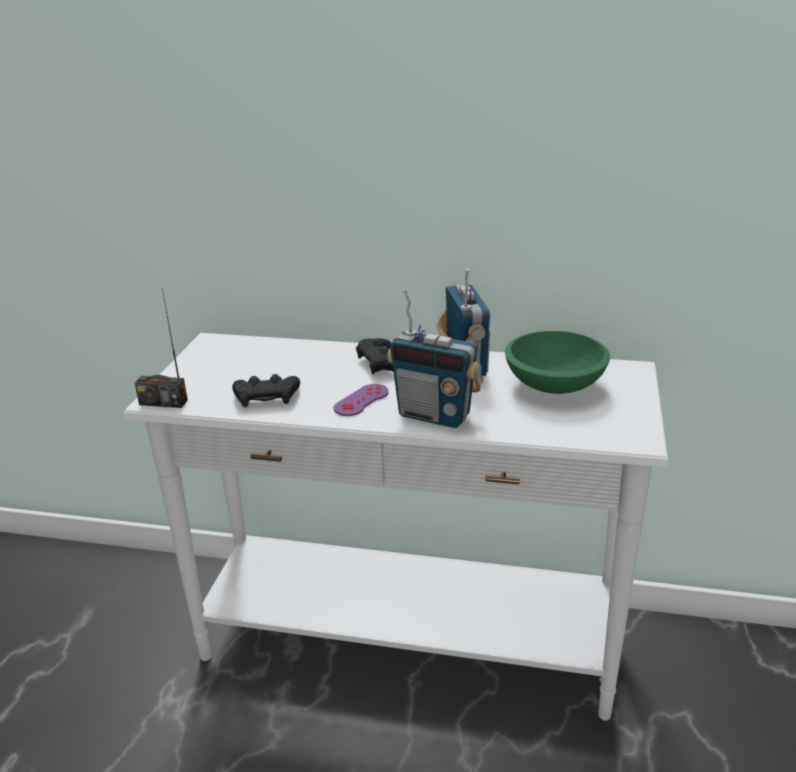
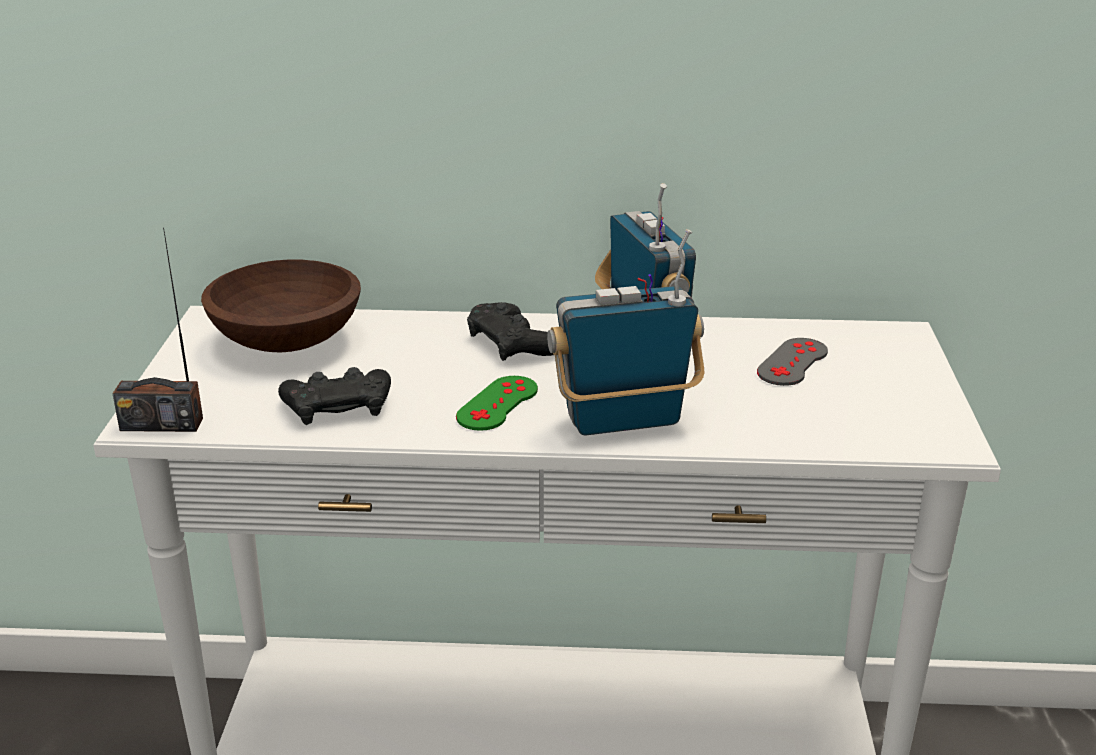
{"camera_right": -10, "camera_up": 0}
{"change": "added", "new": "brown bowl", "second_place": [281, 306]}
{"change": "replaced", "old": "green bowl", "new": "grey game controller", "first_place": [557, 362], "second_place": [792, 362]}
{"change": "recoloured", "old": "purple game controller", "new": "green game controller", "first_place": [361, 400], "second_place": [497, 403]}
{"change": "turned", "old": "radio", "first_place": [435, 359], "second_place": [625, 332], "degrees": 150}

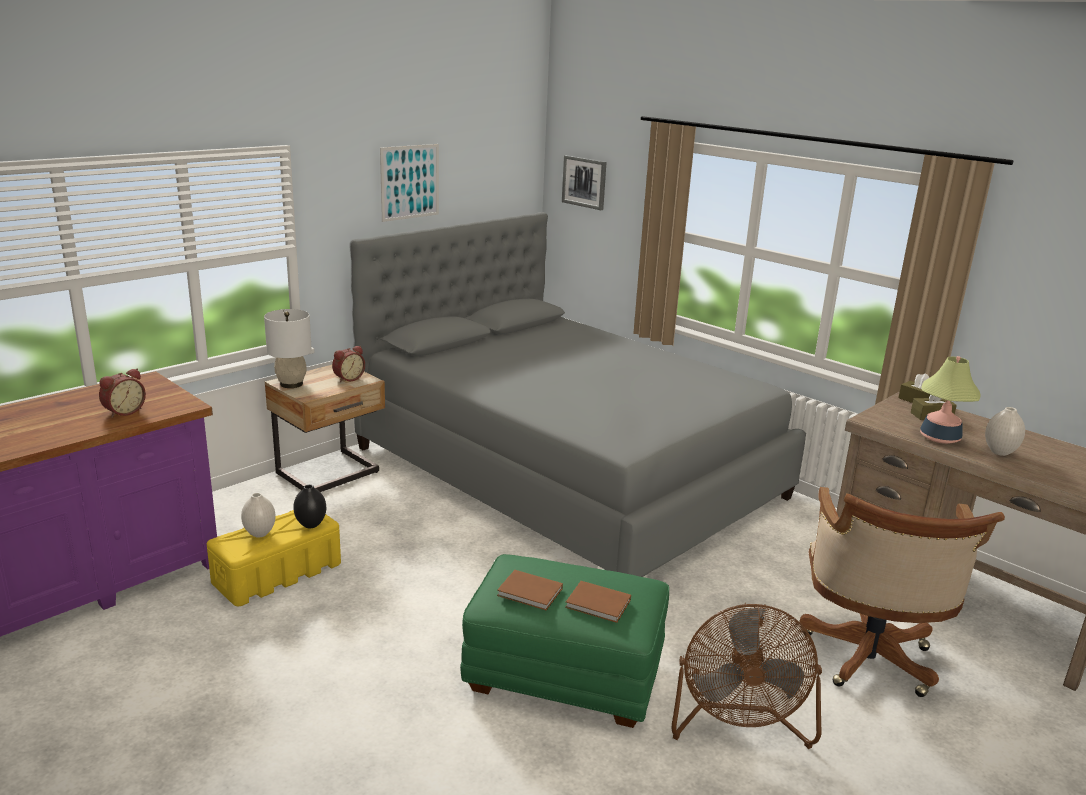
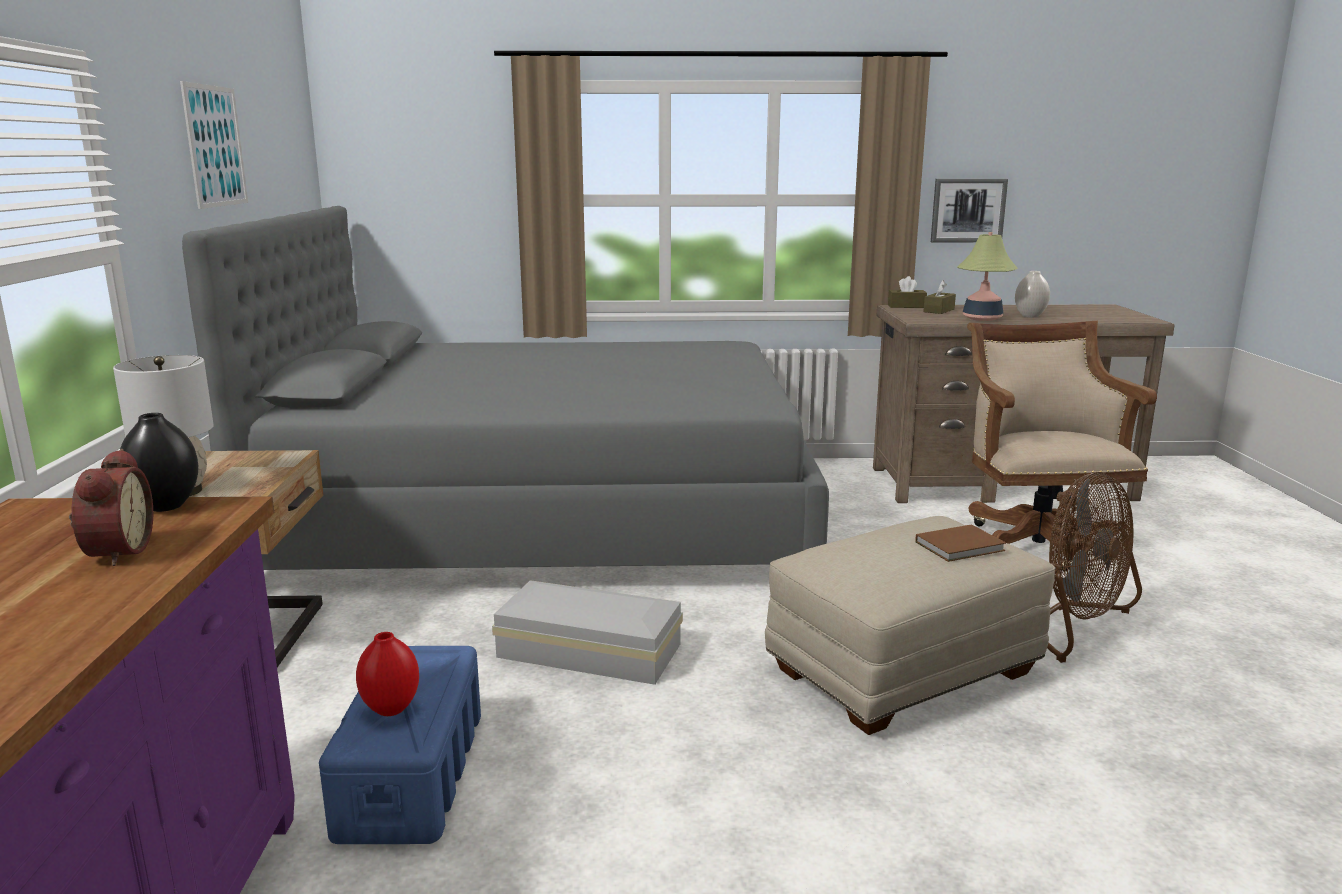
{"camera_right": -45, "camera_up": -5}
{"change": "removed", "old": "alarm clock", "first_place": [348, 364]}
{"change": "removed", "old": "brown book", "first_place": [530, 590]}
{"change": "added", "new": "white storage box", "second_place": [587, 632]}
{"change": "moved", "old": "black vase", "first_place": [309, 506], "second_place": [159, 462]}
{"change": "moved", "old": "picture", "first_place": [584, 182], "second_place": [969, 210]}
{"change": "recoloured", "old": "yellow storage box", "new": "blue storage box", "first_place": [274, 558], "second_place": [400, 745]}
{"change": "recoloured", "old": "white vase", "new": "red vase", "first_place": [258, 515], "second_place": [387, 674]}
{"change": "recoloured", "old": "green ottoman", "new": "beige ottoman", "first_place": [564, 641], "second_place": [910, 625]}
{"change": "turned", "old": "office chair", "first_place": [902, 592], "second_place": [1062, 446], "degrees": -150}

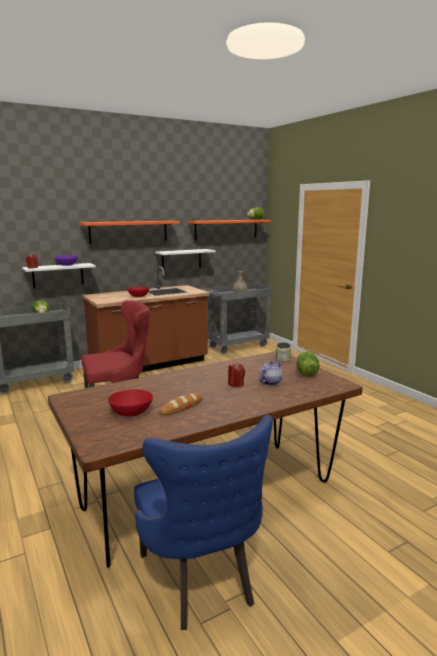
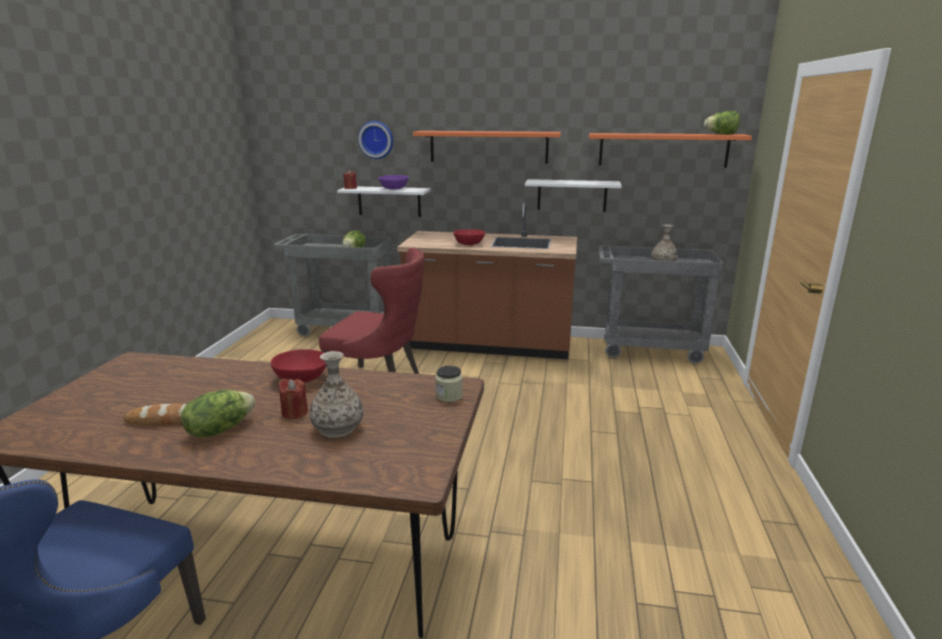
{"camera_right": 40, "camera_up": 5}
{"change": "added", "new": "wall clock", "second_place": [375, 140]}
{"change": "moved", "old": "red bowl", "first_place": [130, 403], "second_place": [299, 366]}
{"change": "moved", "old": "lettuce", "first_place": [308, 364], "second_place": [218, 413]}
{"change": "replaced", "old": "teapot", "new": "vase", "first_place": [270, 373], "second_place": [336, 394]}

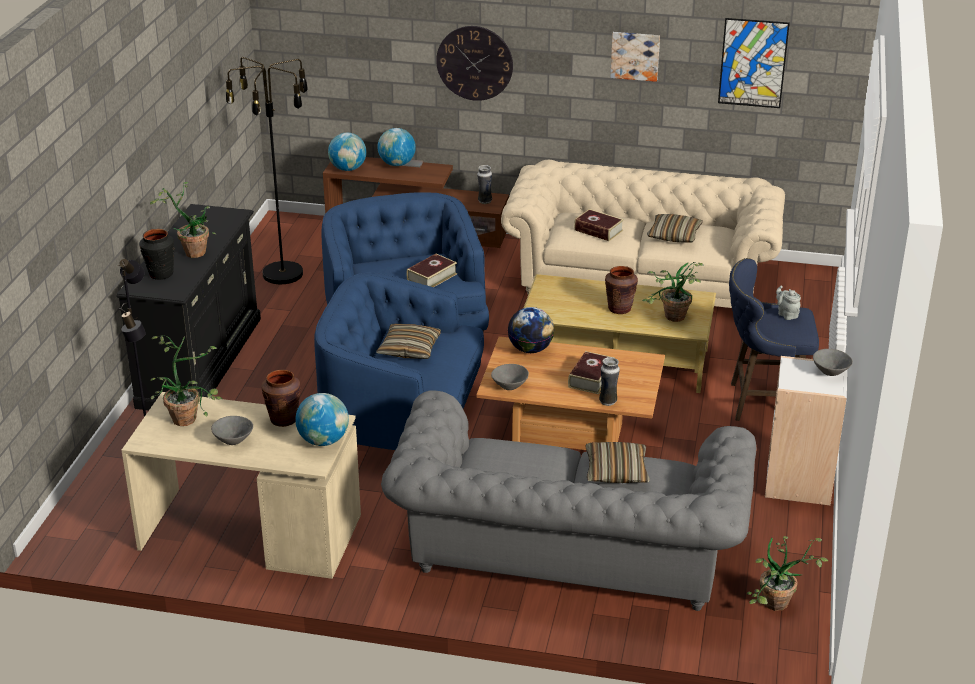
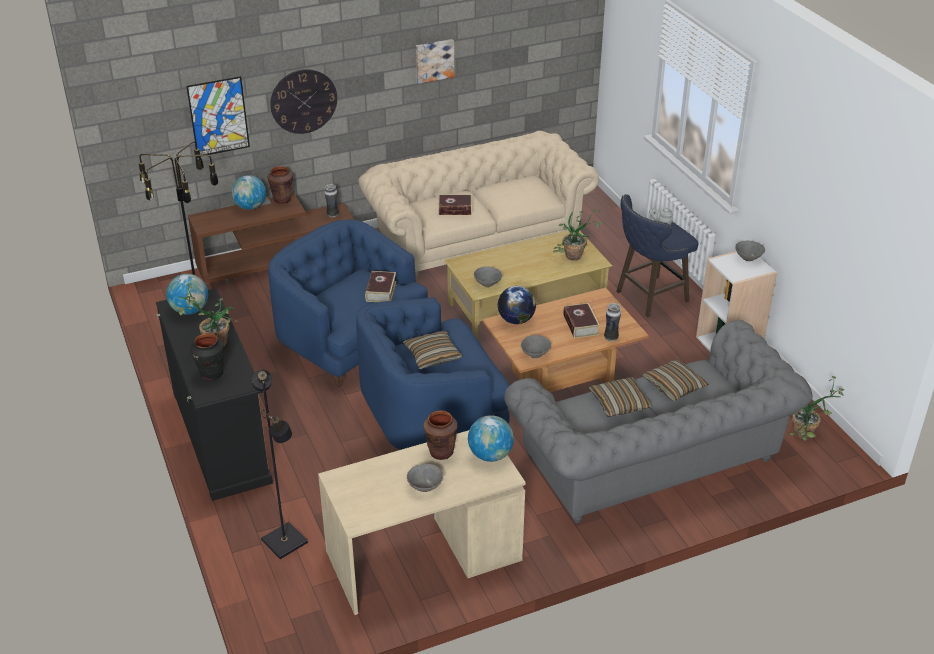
{"camera_right": -35, "camera_up": 5}
{"change": "removed", "old": "potted plant", "first_place": [186, 380]}
{"change": "added", "new": "grey bowl", "second_place": [488, 277]}
{"change": "moved", "old": "globe", "first_place": [347, 152], "second_place": [187, 294]}
{"change": "moved", "old": "brown vase", "first_place": [621, 290], "second_place": [280, 185]}
{"change": "moved", "old": "pillow", "first_place": [675, 228], "second_place": [620, 397]}
{"change": "moved", "old": "picture", "first_place": [754, 63], "second_place": [218, 115]}

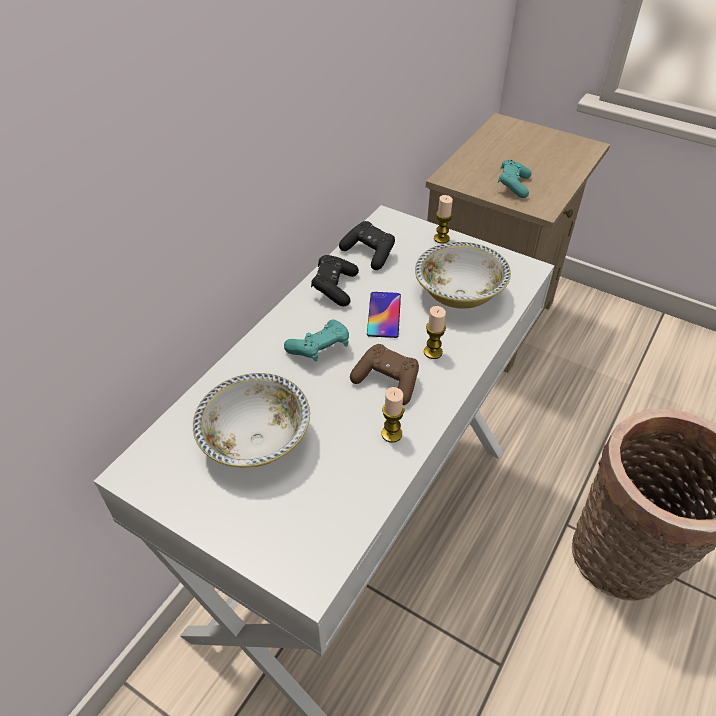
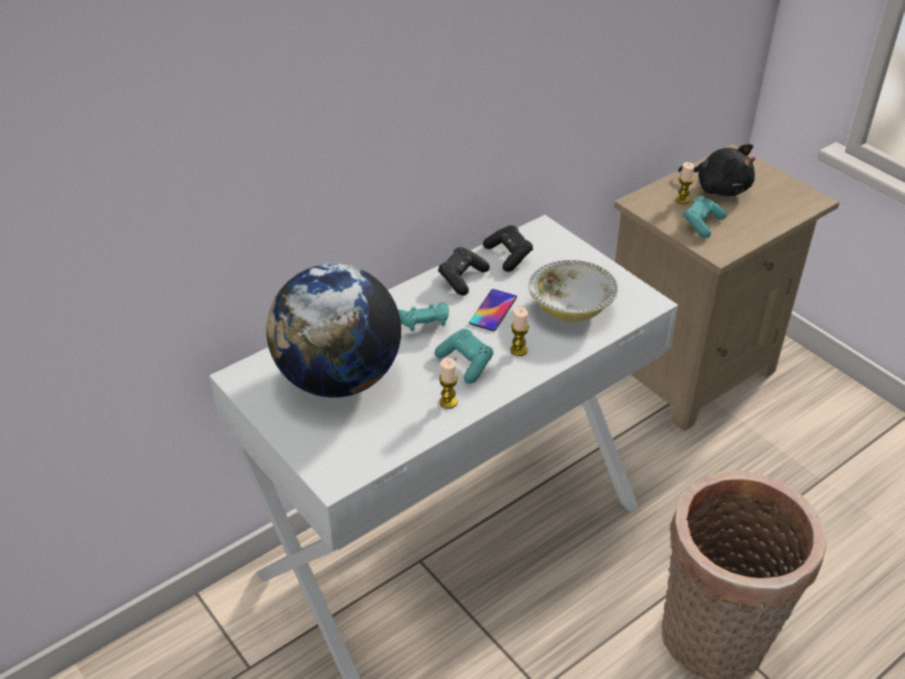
{"camera_right": 20, "camera_up": -5}
{"change": "added", "new": "black plush toy", "second_place": [717, 170]}
{"change": "moved", "old": "candle", "first_place": [443, 219], "second_place": [685, 183]}
{"change": "replaced", "old": "bowl", "new": "globe", "first_place": [251, 420], "second_place": [333, 331]}
{"change": "recoloured", "old": "brown game controller", "new": "turquoise game controller", "first_place": [384, 374], "second_place": [464, 356]}

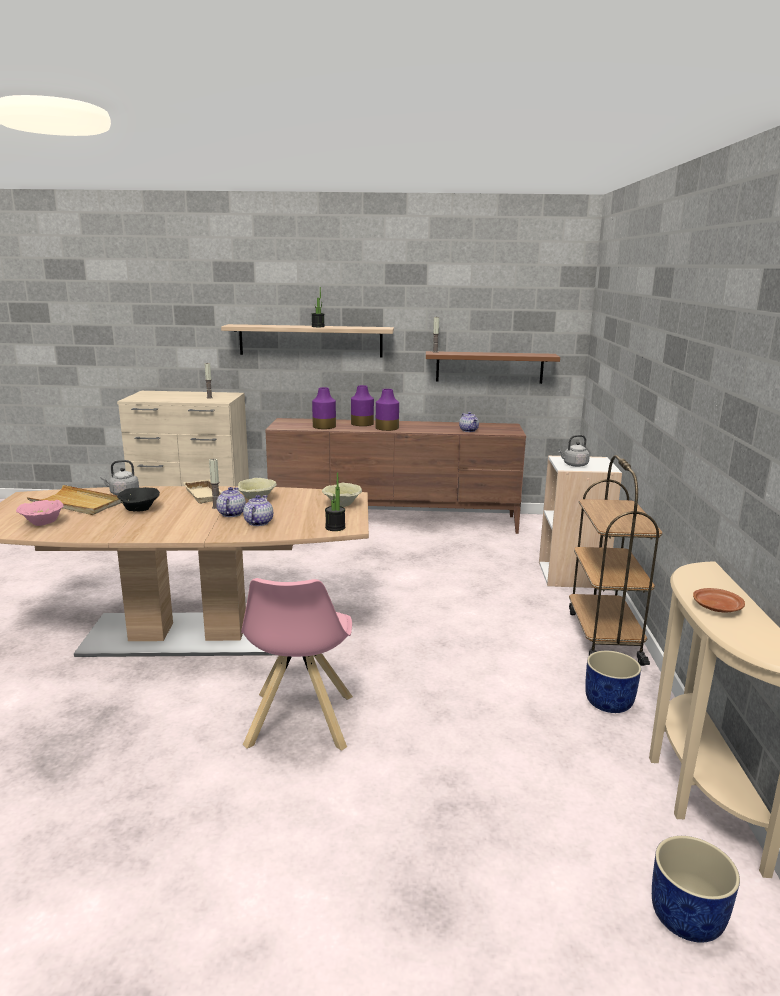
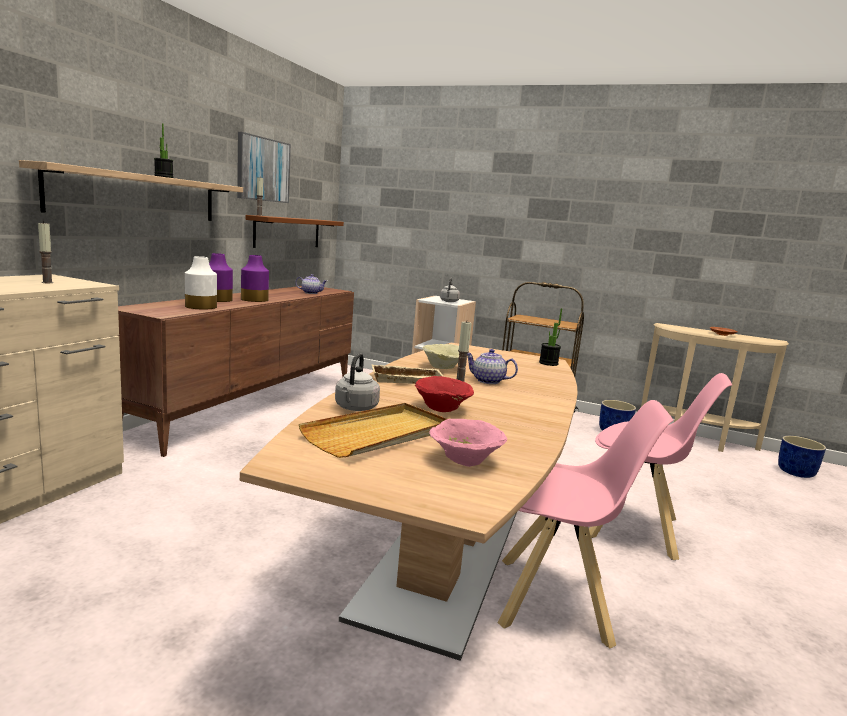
{"camera_right": -70, "camera_up": -5}
{"change": "removed", "old": "teapot", "first_place": [258, 510]}
{"change": "removed", "old": "beige bowl", "first_place": [342, 495]}
{"change": "added", "new": "picture", "second_place": [264, 167]}
{"change": "added", "new": "pink chair", "second_place": [586, 524]}
{"change": "recoloured", "old": "black bowl", "new": "red bowl", "first_place": [138, 499], "second_place": [444, 394]}
{"change": "recoloured", "old": "purple vase", "new": "white vase", "first_place": [324, 408], "second_place": [201, 282]}

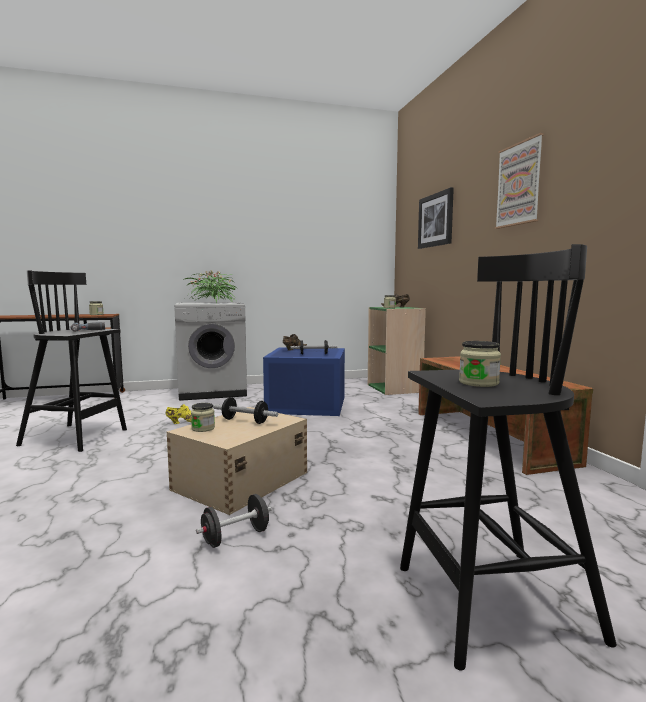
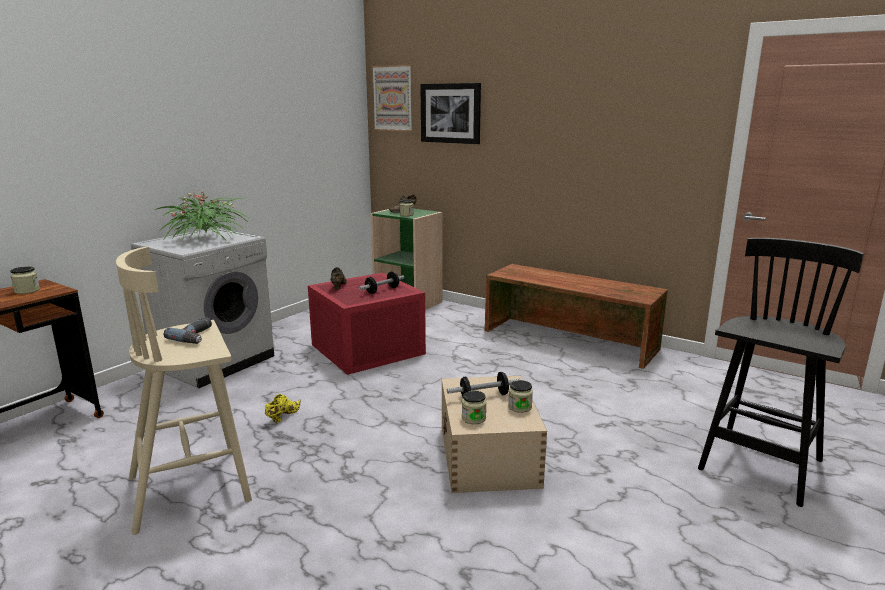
{"camera_right": -40, "camera_up": 10}
{"change": "removed", "old": "black dumbbell", "first_place": [234, 521]}
{"change": "moved", "old": "jar", "first_place": [480, 364], "second_place": [520, 396]}
{"change": "moved", "old": "picture", "first_place": [519, 181], "second_place": [392, 98]}
{"change": "recoloured", "old": "black stool", "new": "beige stool", "first_place": [71, 361], "second_place": [184, 391]}
{"change": "recoloured", "old": "blue storage box", "new": "red storage box", "first_place": [304, 381], "second_place": [367, 324]}

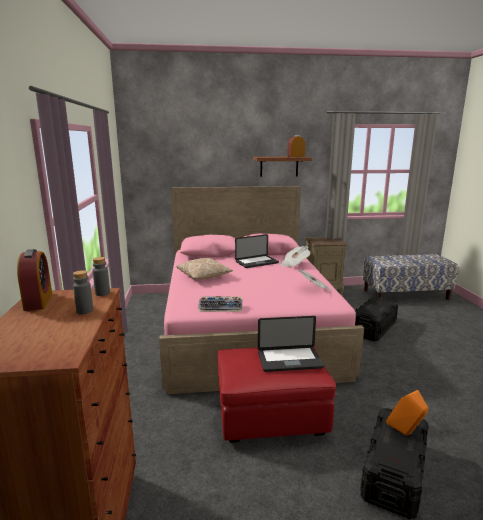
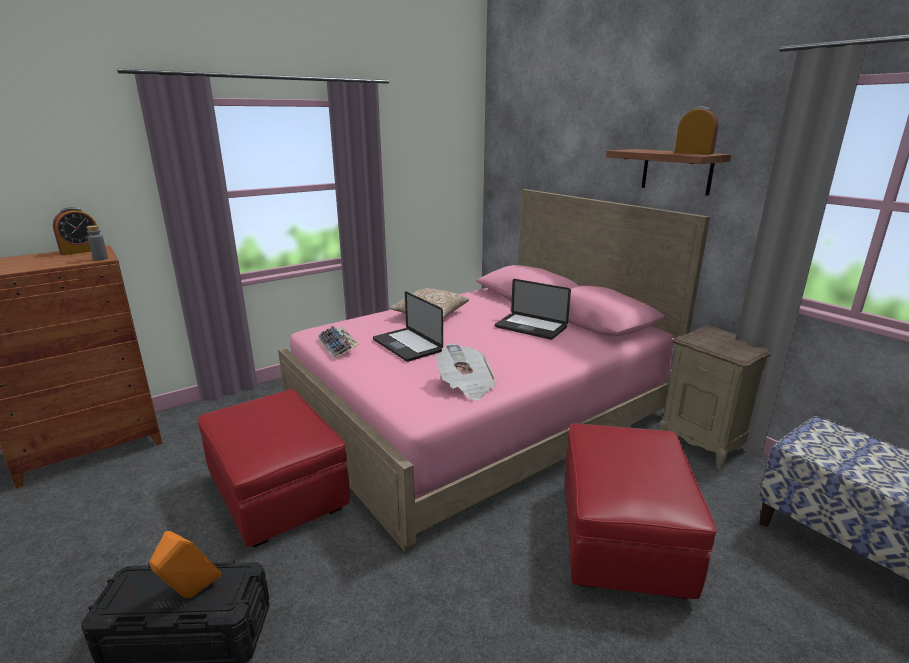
{"camera_right": 60, "camera_up": 5}
{"change": "removed", "old": "grey bottle", "first_place": [83, 292]}
{"change": "removed", "old": "newspaper", "first_place": [295, 256]}
{"change": "moved", "old": "laptop", "first_place": [291, 344], "second_place": [408, 326]}
{"change": "replaced", "old": "black storage box", "new": "red ottoman", "first_place": [376, 319], "second_place": [641, 511]}

